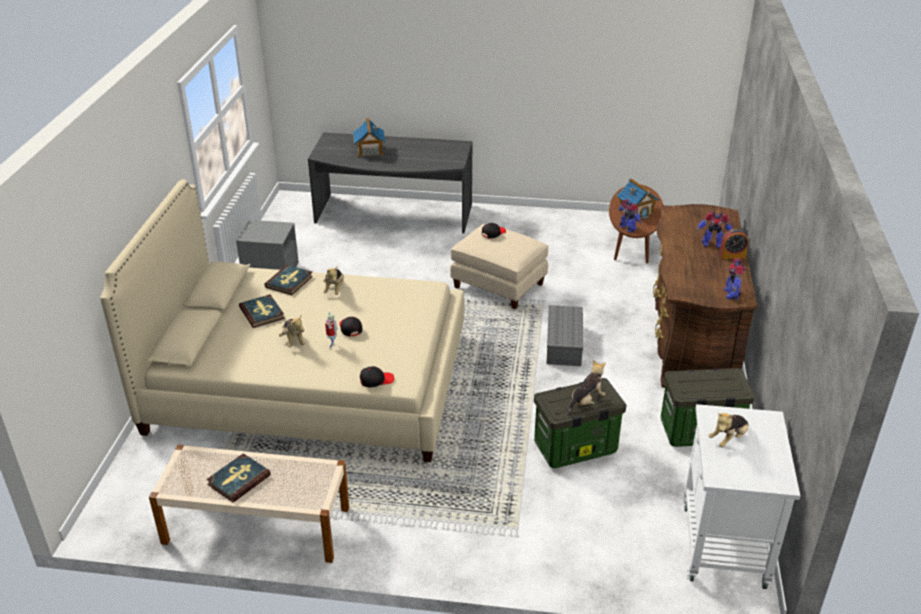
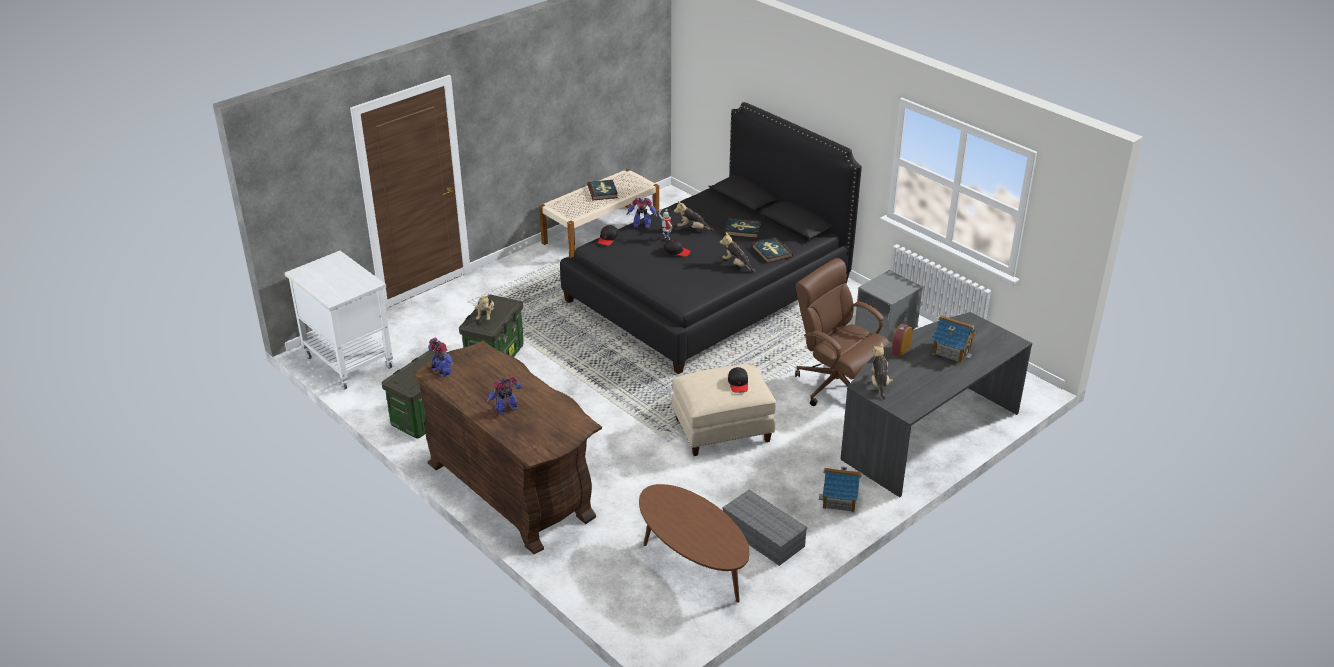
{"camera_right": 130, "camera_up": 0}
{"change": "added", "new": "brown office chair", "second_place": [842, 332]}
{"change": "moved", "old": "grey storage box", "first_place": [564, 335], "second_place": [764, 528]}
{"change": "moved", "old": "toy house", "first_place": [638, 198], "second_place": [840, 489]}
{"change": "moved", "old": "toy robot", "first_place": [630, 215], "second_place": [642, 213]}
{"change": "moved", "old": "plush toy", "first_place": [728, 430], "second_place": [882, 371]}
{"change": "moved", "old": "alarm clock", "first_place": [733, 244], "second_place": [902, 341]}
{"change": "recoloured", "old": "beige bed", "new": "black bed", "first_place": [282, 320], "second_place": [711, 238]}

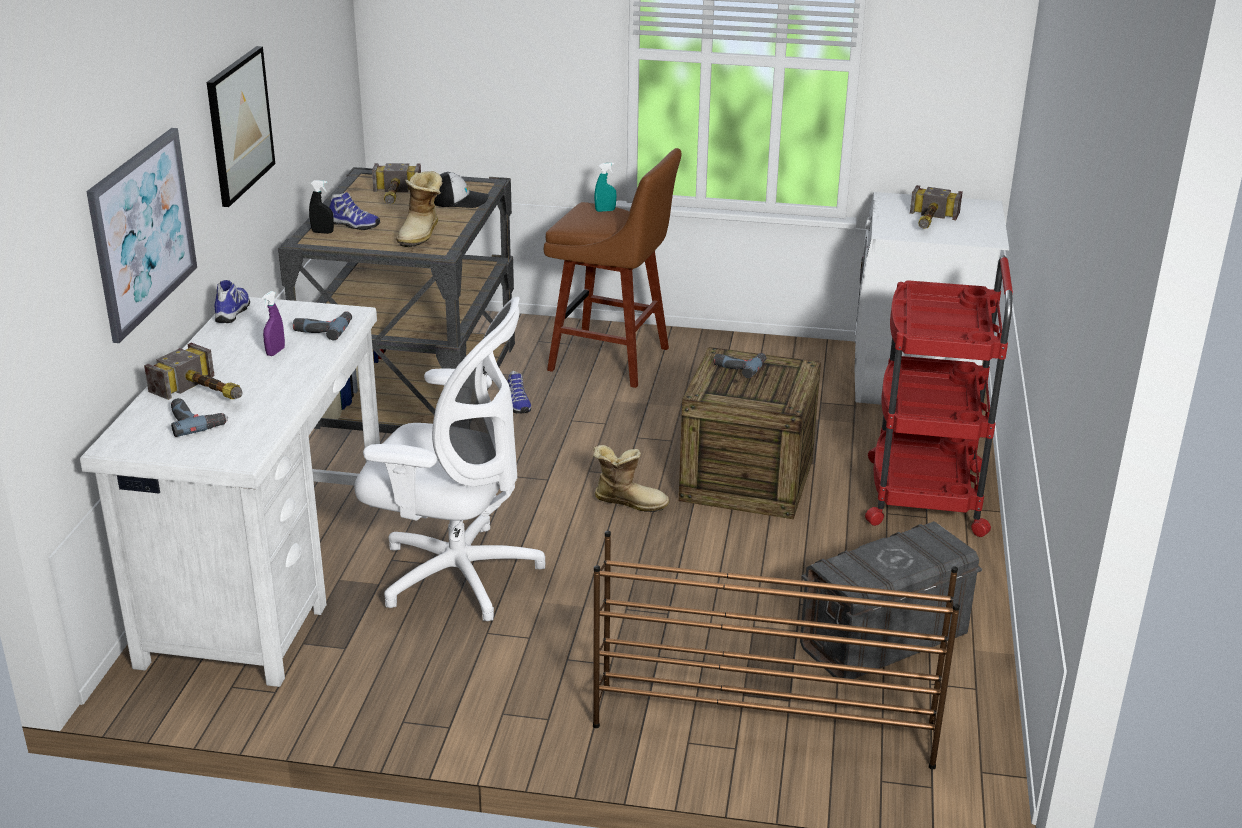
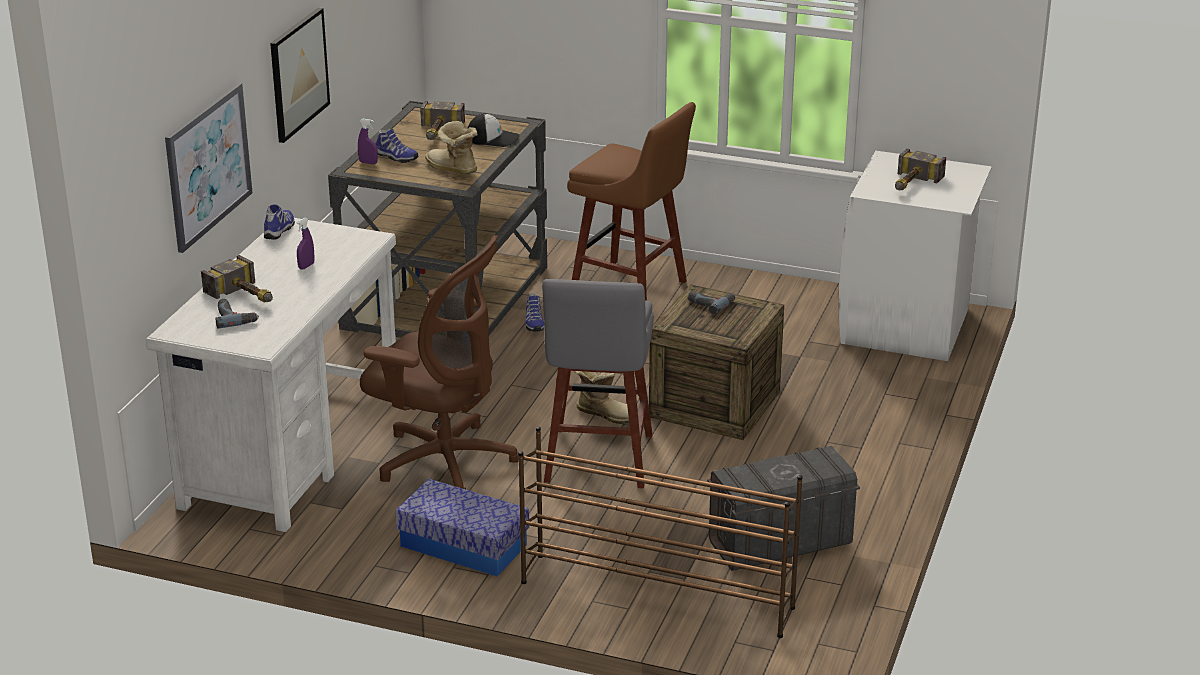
{"camera_right": 10, "camera_up": 0}
{"change": "removed", "old": "power drill", "first_place": [322, 325]}
{"change": "removed", "old": "turquoise spray bottle", "first_place": [605, 187]}
{"change": "removed", "old": "red cart", "first_place": [939, 396]}
{"change": "added", "new": "storage box", "second_place": [462, 527]}
{"change": "added", "new": "grey stool", "second_place": [598, 383]}
{"change": "recoloured", "old": "black spray bottle", "new": "purple spray bottle", "first_place": [321, 207], "second_place": [368, 141]}
{"change": "recoloured", "old": "white office chair", "new": "brown office chair", "first_place": [449, 459], "second_place": [439, 362]}
{"change": "turned", "old": "boot", "first_place": [419, 209], "second_place": [451, 147], "degrees": 105}

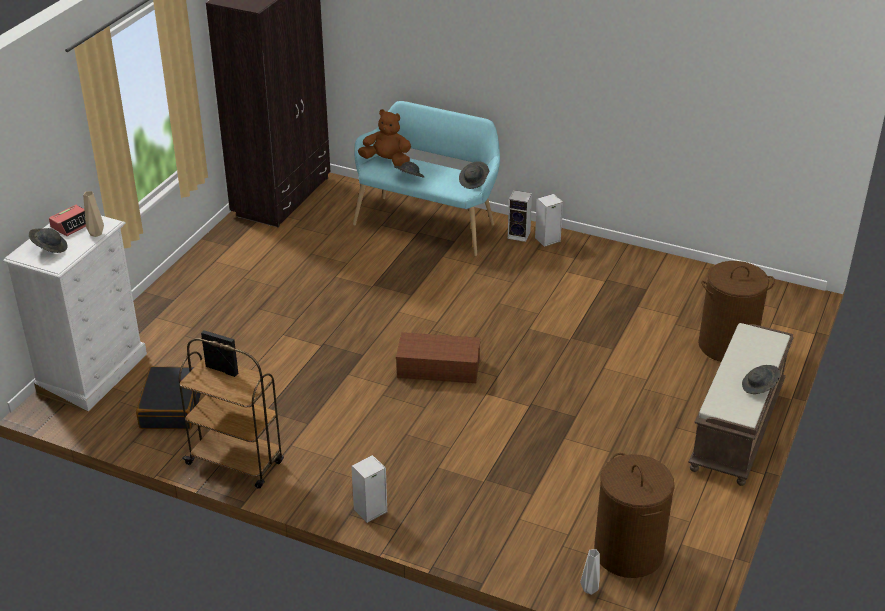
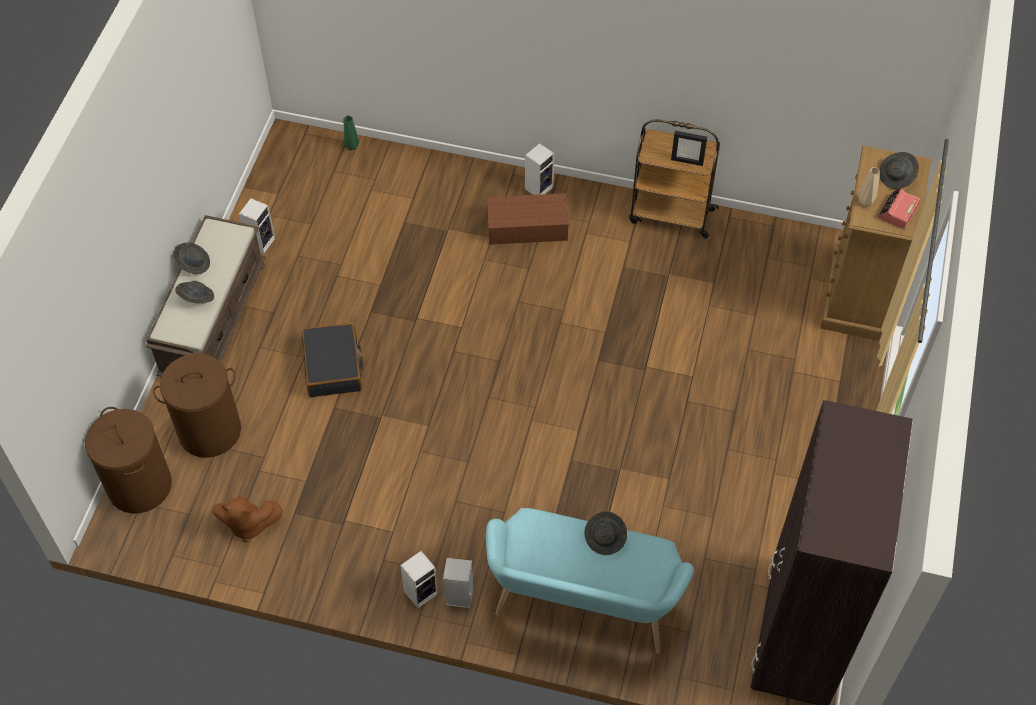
{"camera_right": 170, "camera_up": 20}
{"change": "added", "new": "speaker", "second_place": [257, 226]}
{"change": "moved", "old": "black suitcase", "first_place": [168, 398], "second_place": [332, 360]}
{"change": "moved", "old": "brown plush toy", "first_place": [384, 138], "second_place": [247, 519]}
{"change": "moved", "old": "brown storage box", "first_place": [438, 357], "second_place": [528, 219]}
{"change": "moved", "old": "grey hat", "first_place": [474, 175], "second_place": [194, 292]}
{"change": "moved", "old": "brown laundry basket", "first_place": [634, 515], "second_place": [128, 460]}
{"change": "recoloured", "old": "white dresser", "new": "brown dresser", "first_place": [75, 313], "second_place": [875, 243]}
{"change": "recoloured", "old": "grey vase", "new": "green vase", "first_place": [590, 572], "second_place": [351, 132]}

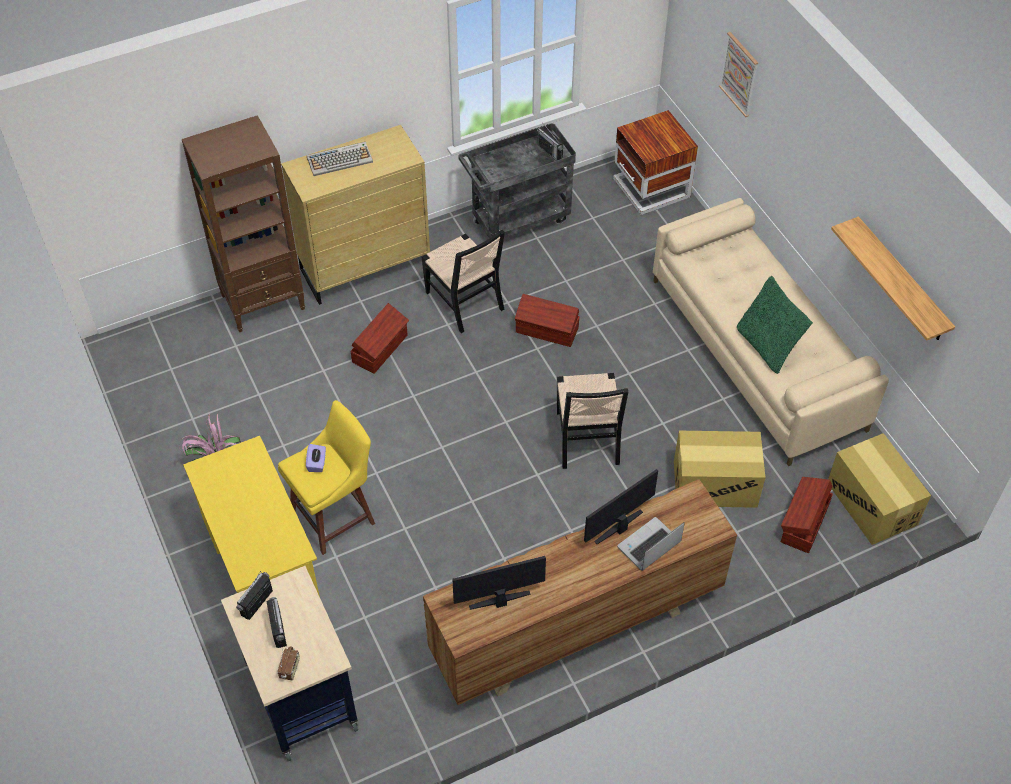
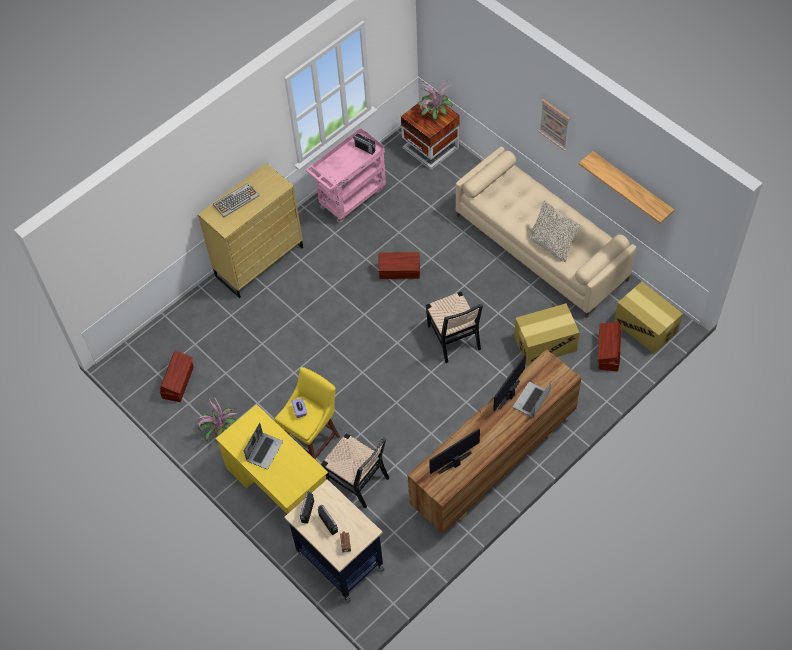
{"camera_right": -15, "camera_up": 5}
{"change": "removed", "old": "brown bookcase", "first_place": [243, 223]}
{"change": "added", "new": "laptop", "second_place": [263, 446]}
{"change": "added", "new": "potted plant", "second_place": [435, 100]}
{"change": "moved", "old": "brown storage box", "first_place": [380, 338], "second_place": [177, 376]}
{"change": "moved", "old": "chair", "first_place": [463, 281], "second_place": [355, 471]}
{"change": "moved", "old": "picture", "first_place": [738, 74], "second_place": [554, 125]}
{"change": "recoloured", "old": "black cart", "new": "pink cart", "first_place": [517, 180], "second_place": [346, 175]}
{"change": "recoloured", "old": "green pillow", "new": "beige pillow", "first_place": [775, 325], "second_place": [555, 231]}

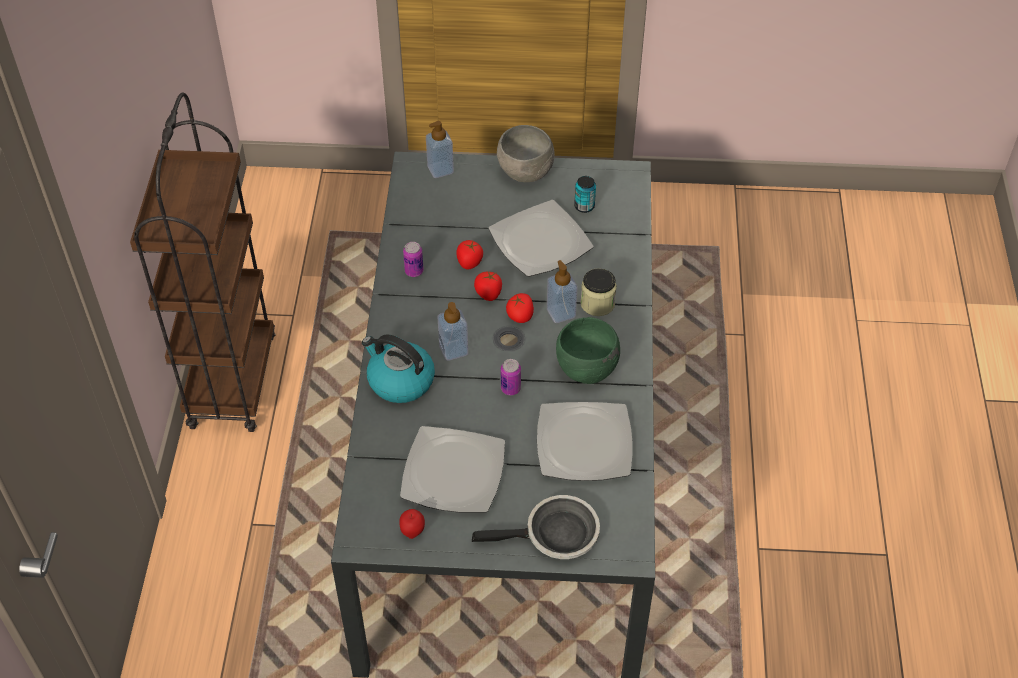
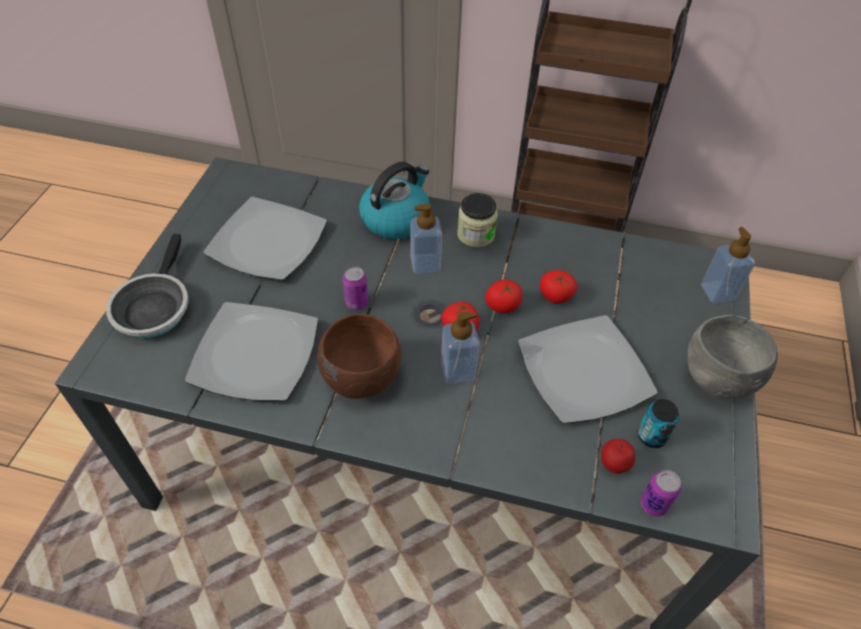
{"camera_right": 100, "camera_up": 0}
{"change": "moved", "old": "apple", "first_place": [412, 524], "second_place": [618, 456]}
{"change": "moved", "old": "can", "first_place": [413, 259], "second_place": [660, 493]}
{"change": "moved", "old": "jar", "first_place": [598, 292], "second_place": [477, 220]}
{"change": "recoloured", "old": "green bowl", "new": "brown bowl", "first_place": [588, 350], "second_place": [359, 356]}

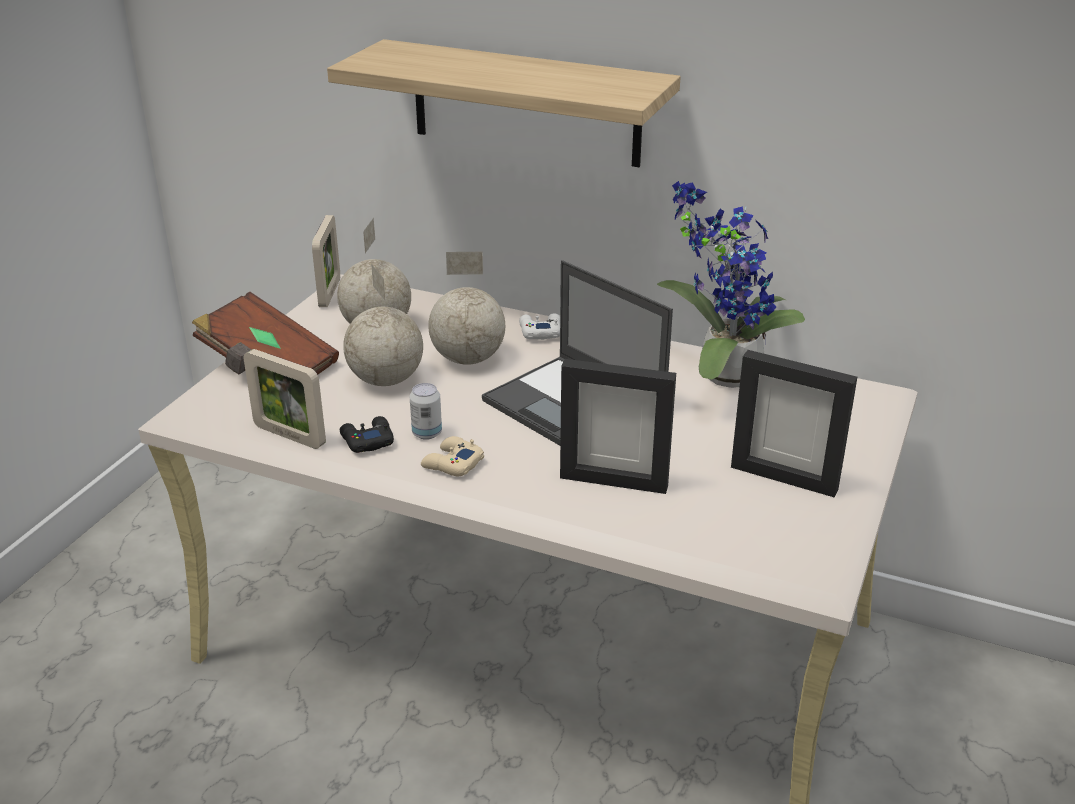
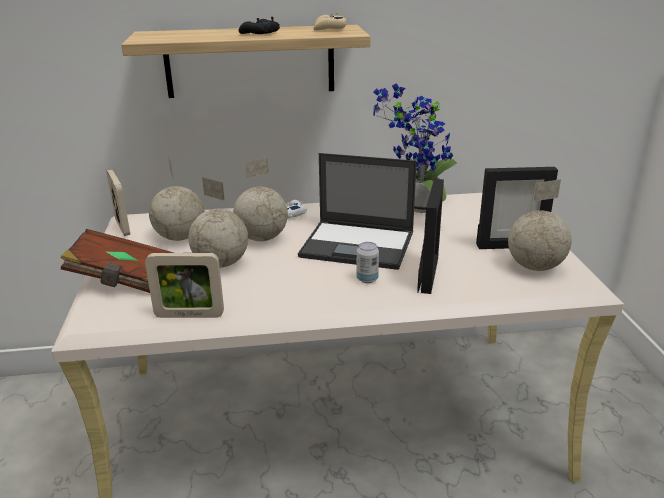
{"camera_right": -30, "camera_up": -5}
{"change": "added", "new": "globe", "second_place": [539, 225]}
{"change": "moved", "old": "black game controller", "first_place": [367, 434], "second_place": [259, 25]}
{"change": "moved", "old": "can", "first_place": [426, 411], "second_place": [368, 262]}
{"change": "moved", "old": "beige game controller", "first_place": [452, 456], "second_place": [330, 21]}
{"change": "turned", "old": "picture frame", "first_place": [618, 426], "second_place": [430, 236], "degrees": -60}

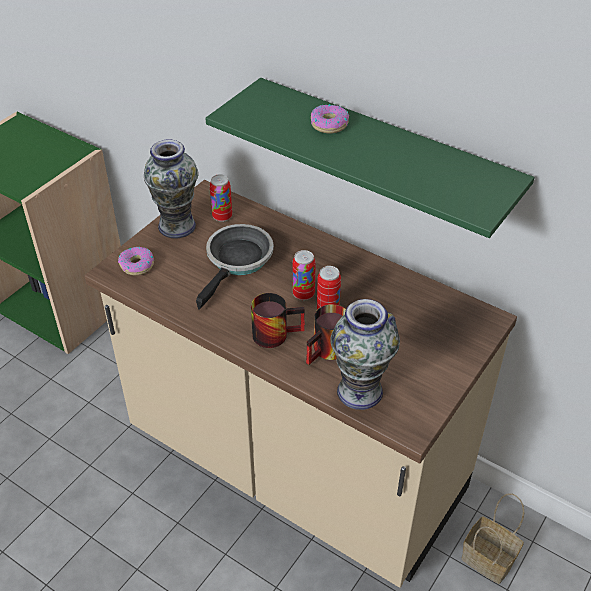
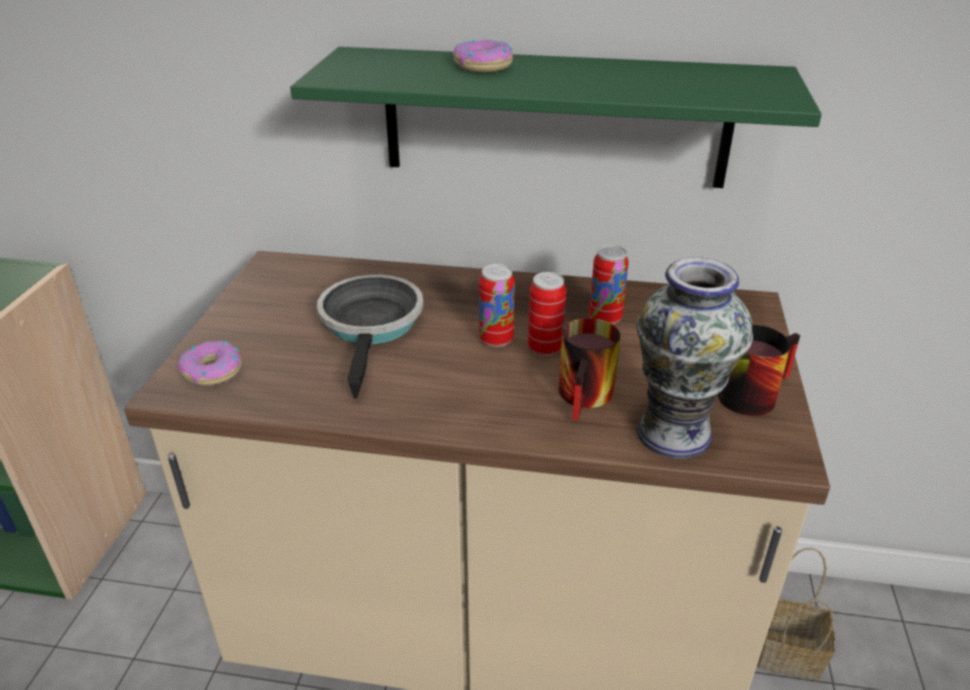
{"camera_right": -25, "camera_up": -10}
{"change": "removed", "old": "vase", "first_place": [171, 188]}
{"change": "moved", "old": "can", "first_place": [221, 198], "second_place": [609, 284]}
{"change": "moved", "old": "mug", "first_place": [278, 320], "second_place": [759, 370]}

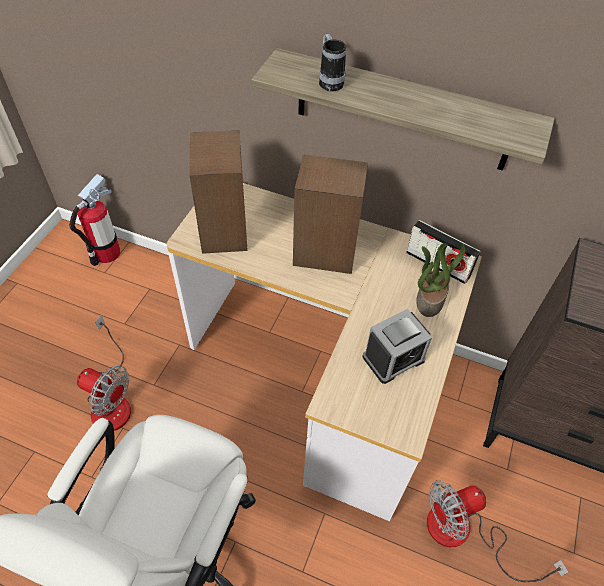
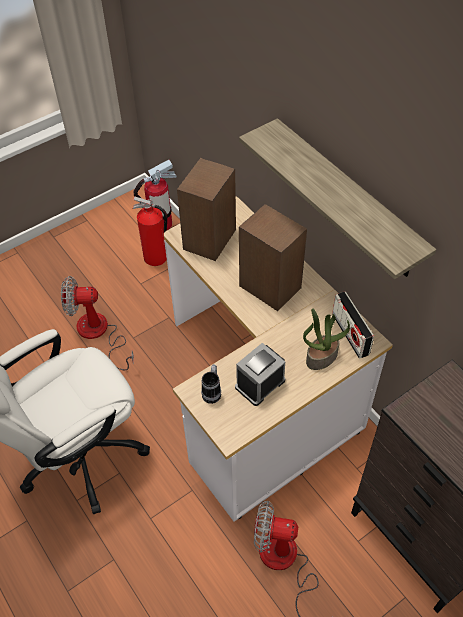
{"camera_right": 35, "camera_up": 0}
{"change": "added", "new": "fire extinguisher", "second_place": [150, 231]}
{"change": "moved", "old": "mug", "first_place": [332, 63], "second_place": [211, 384]}
{"change": "turned", "old": "fan", "first_place": [104, 373], "second_place": [97, 323], "degrees": 120}
{"change": "turned", "old": "alarm clock", "first_place": [397, 346], "second_place": [260, 374], "degrees": 135}

